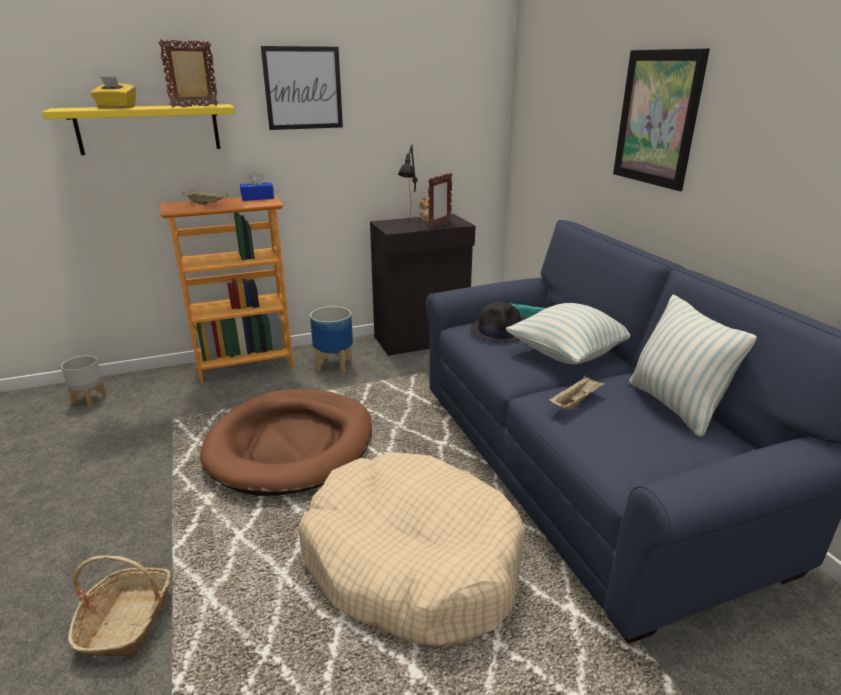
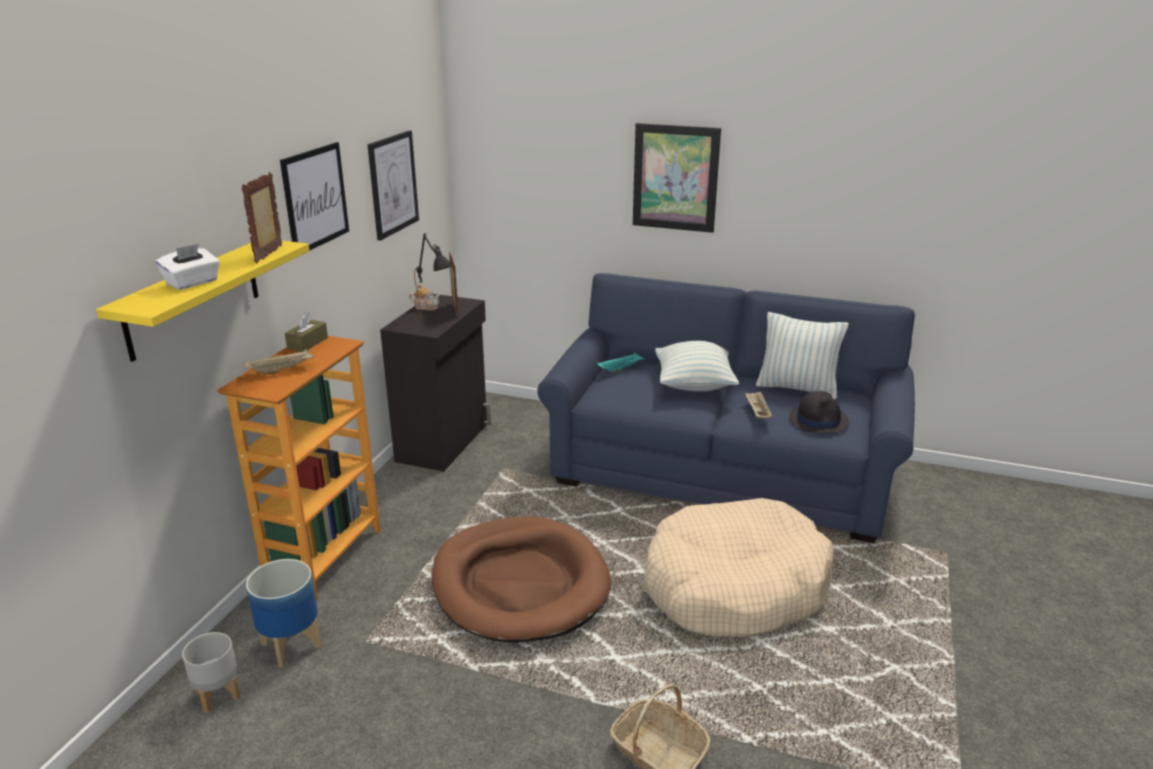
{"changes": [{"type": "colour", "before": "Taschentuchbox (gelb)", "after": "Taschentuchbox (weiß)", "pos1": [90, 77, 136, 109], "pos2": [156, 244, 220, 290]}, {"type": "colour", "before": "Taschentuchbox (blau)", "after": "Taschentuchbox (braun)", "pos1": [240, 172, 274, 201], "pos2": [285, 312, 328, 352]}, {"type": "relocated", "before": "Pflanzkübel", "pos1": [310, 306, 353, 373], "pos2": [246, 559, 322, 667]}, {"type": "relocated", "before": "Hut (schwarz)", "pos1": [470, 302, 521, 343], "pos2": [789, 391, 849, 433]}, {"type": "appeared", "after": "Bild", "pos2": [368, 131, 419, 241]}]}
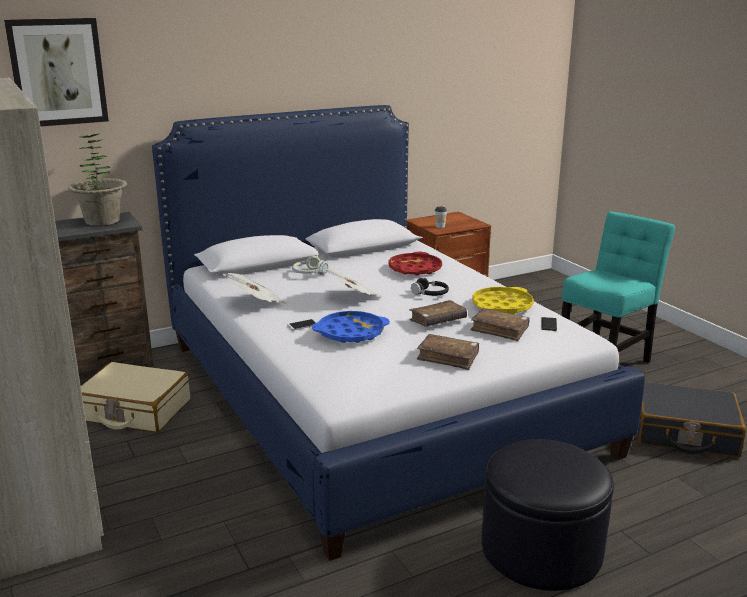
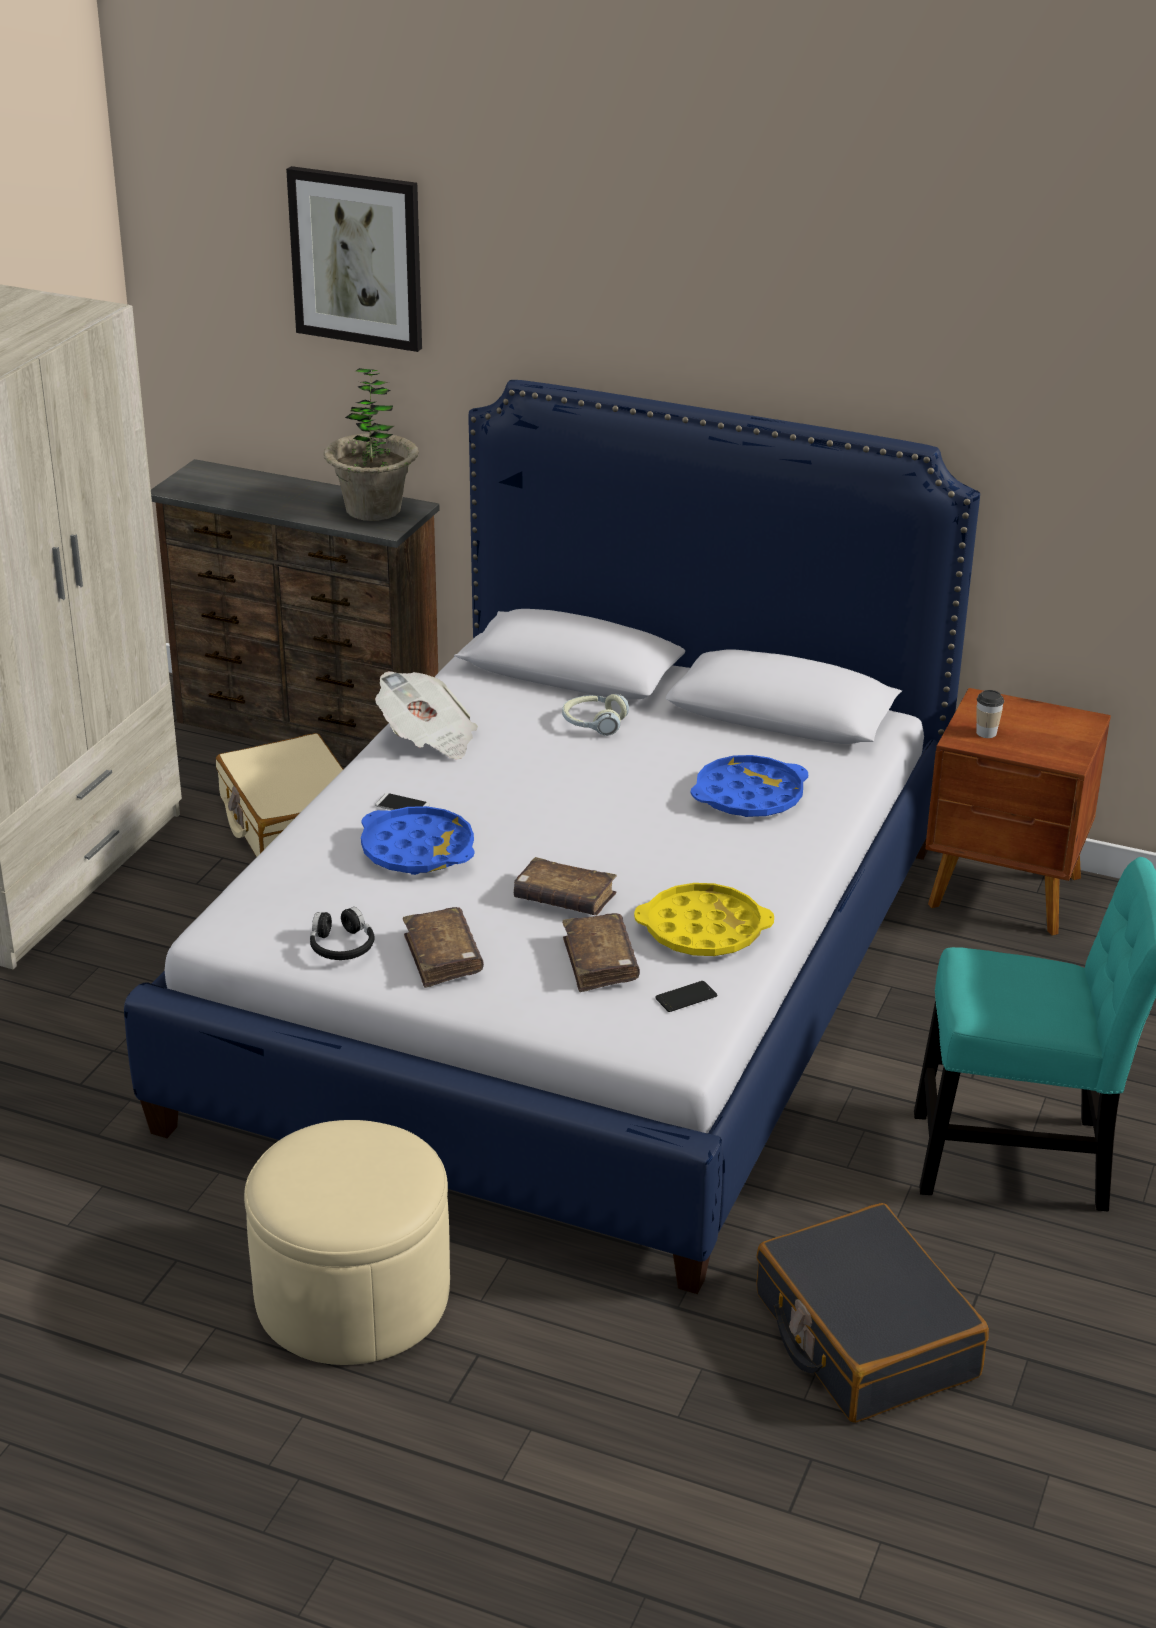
{"changes": [{"type": "missing", "before": "Zeitung", "pos1": [322, 269, 381, 296]}, {"type": "colour", "before": "Tablett (rot)", "after": "Tablett (blau)", "pos1": [388, 252, 442, 276], "pos2": [691, 755, 808, 817]}, {"type": "relocated", "before": "Kopfhörer (schwarz)", "pos1": [411, 277, 449, 296], "pos2": [310, 907, 374, 960]}, {"type": "colour", "before": "Polsterhocker (schwarz)", "after": "Polsterhocker (beige)", "pos1": [482, 439, 614, 591], "pos2": [244, 1120, 450, 1365]}]}
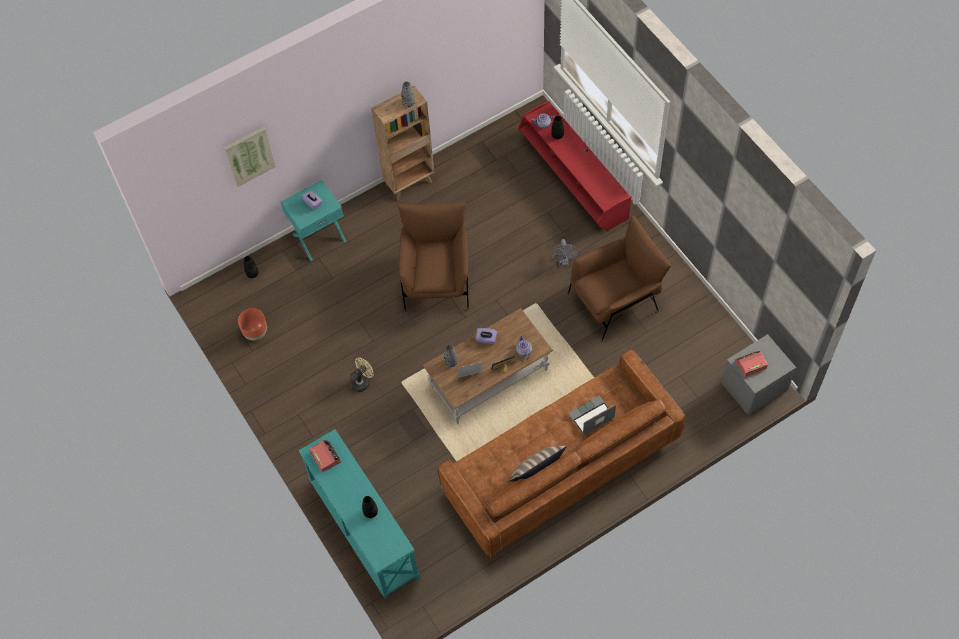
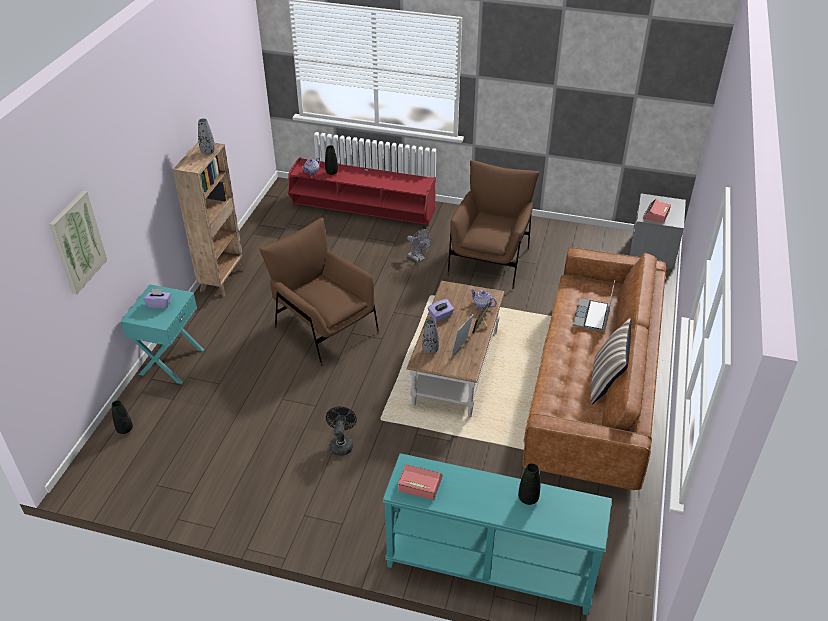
{"changes": [{"type": "missing", "before": "Pflanzkübel (braun)", "pos1": [238, 308, 267, 341]}, {"type": "colour", "before": "Ventilator (beige)", "after": "Ventilator (schwarz)", "pos1": [350, 357, 374, 392], "pos2": [326, 407, 357, 456]}]}
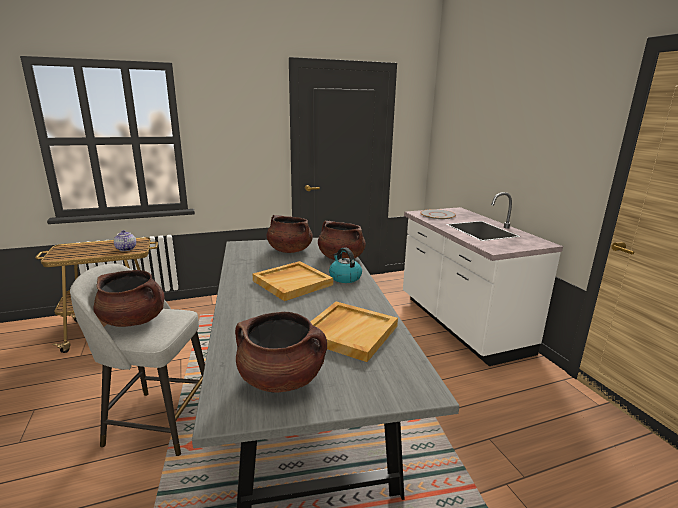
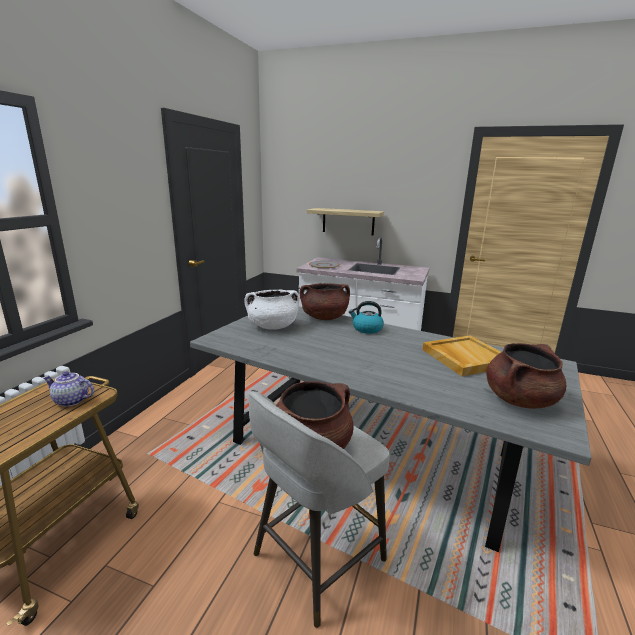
{"changes": [{"type": "missing", "before": "Tablett (beige)", "pos1": [253, 261, 333, 301]}, {"type": "colour", "before": "Kochtopf (braun)", "after": "Kochtopf (weiß)", "pos1": [266, 215, 313, 253], "pos2": [244, 290, 299, 330]}, {"type": "appeared", "after": "Wandregal", "pos2": [307, 208, 384, 235]}]}
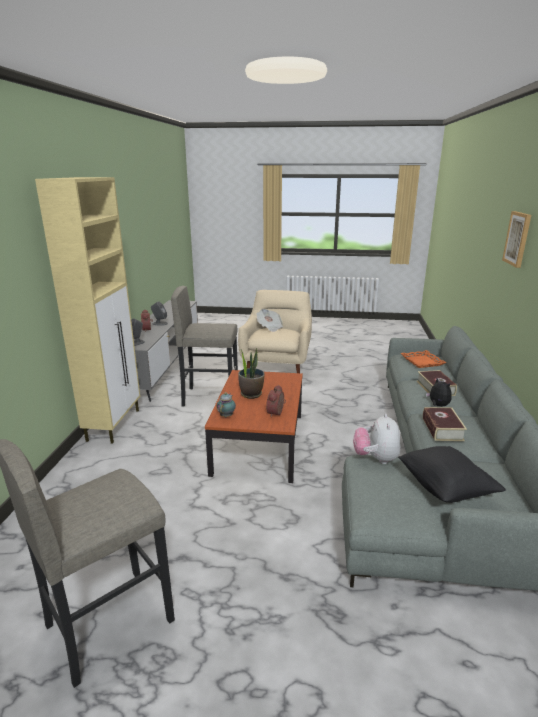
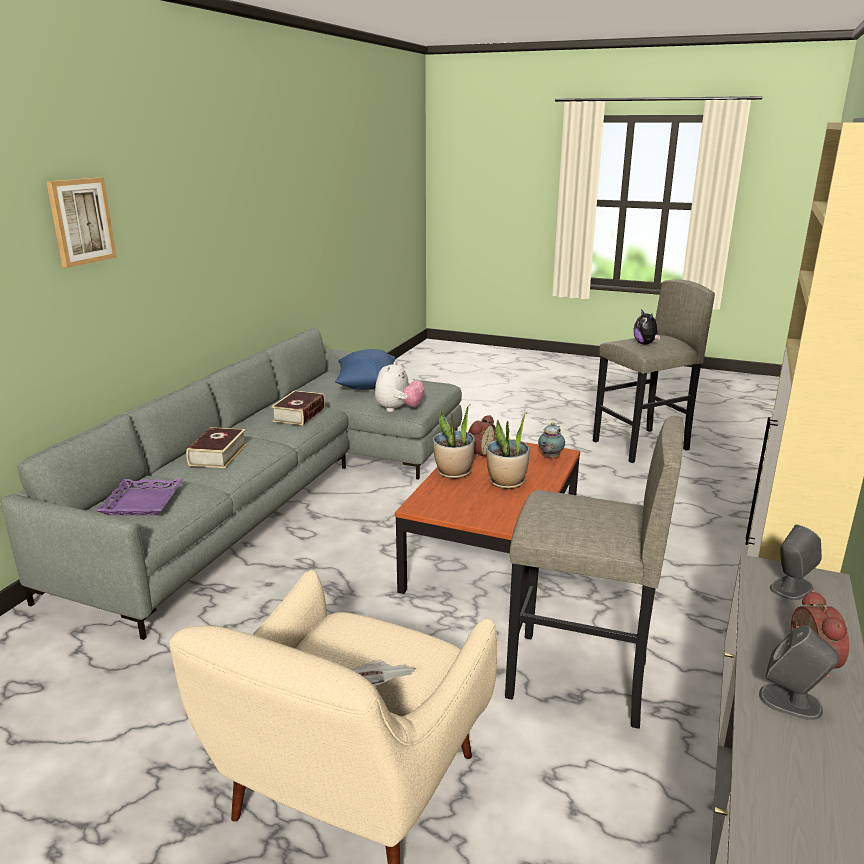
{"changes": [{"type": "colour", "before": "Kissen (schwarz)", "after": "Kissen (blau)", "pos1": [398, 446, 506, 503], "pos2": [335, 349, 395, 390]}, {"type": "colour", "before": "Tablett (orange)", "after": "Tablett (lila)", "pos1": [401, 350, 446, 368], "pos2": [96, 479, 183, 515]}, {"type": "relocated", "before": "Plüschtier", "pos1": [426, 378, 452, 407], "pos2": [633, 310, 661, 345]}, {"type": "appeared", "after": "Topfpflanze", "pos2": [433, 404, 475, 479]}]}
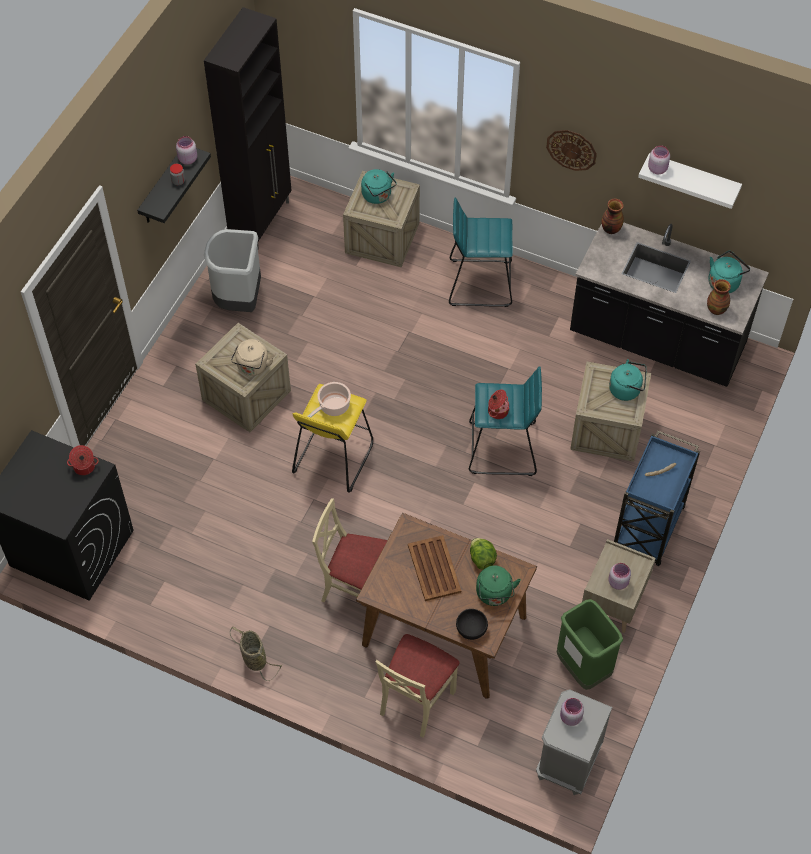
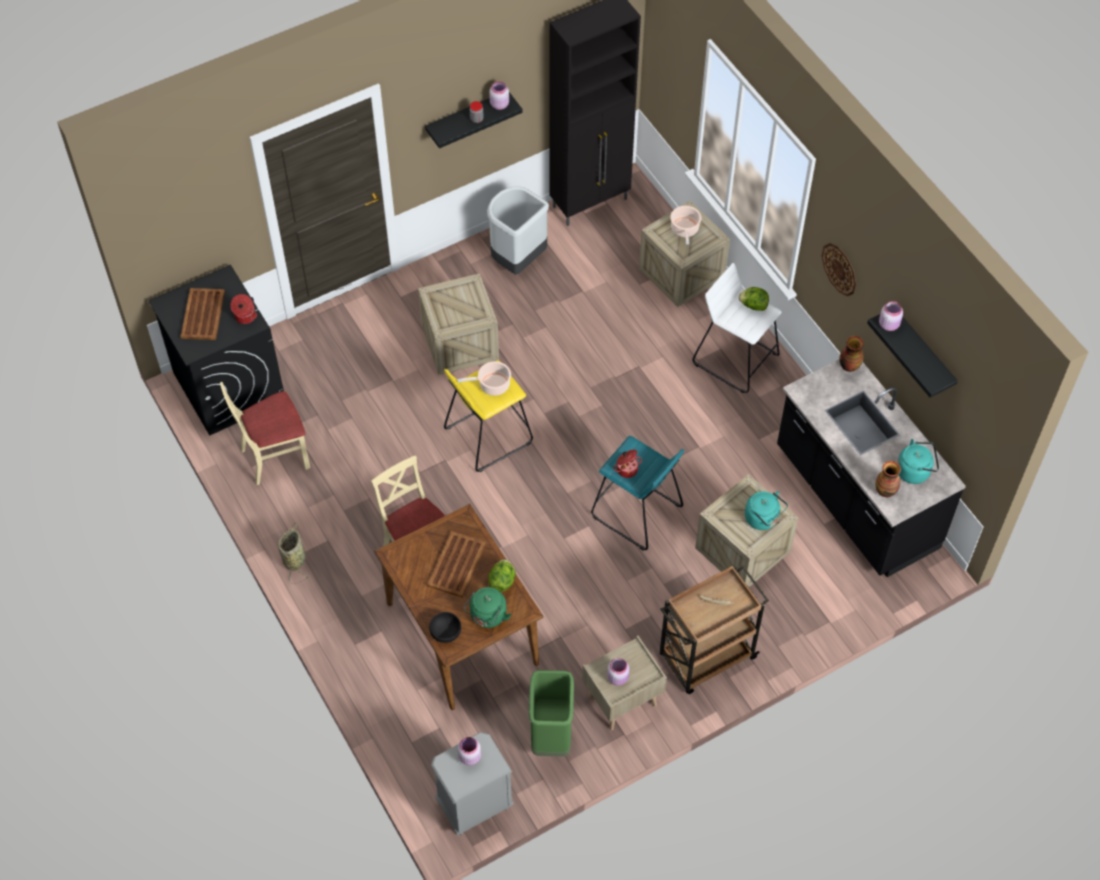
{"changes": [{"type": "missing", "before": "Wasserkessel (beige)", "pos1": [231, 339, 274, 376]}, {"type": "exchanged", "before": "Wasserkessel (türkis)", "after": "Kochtopf", "pos1": [361, 169, 397, 204], "pos2": [670, 206, 701, 245]}, {"type": "relocated", "before": "Stuhl (beige)", "pos1": [375, 634, 460, 738], "pos2": [220, 382, 310, 485]}, {"type": "colour", "before": "Hocker (türkis)", "after": "Hocker (weiß)", "pos1": [449, 198, 513, 307], "pos2": [692, 263, 782, 393]}, {"type": "colour", "before": "Rollwagen (blau)", "after": "Rollwagen (braun)", "pos1": [614, 431, 700, 566], "pos2": [660, 564, 769, 694]}, {"type": "colour", "before": "Wandregal (weiß)", "after": "Wandregal (schwarz)", "pos1": [638, 153, 742, 209], "pos2": [867, 314, 958, 398]}, {"type": "appeared", "after": "Tablett (braun)", "pos2": [181, 288, 225, 340]}, {"type": "appeared", "after": "Salatkopf", "pos2": [738, 287, 769, 311]}]}
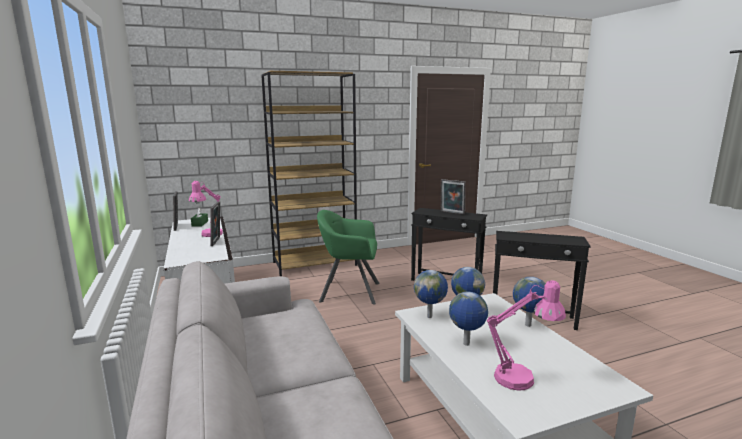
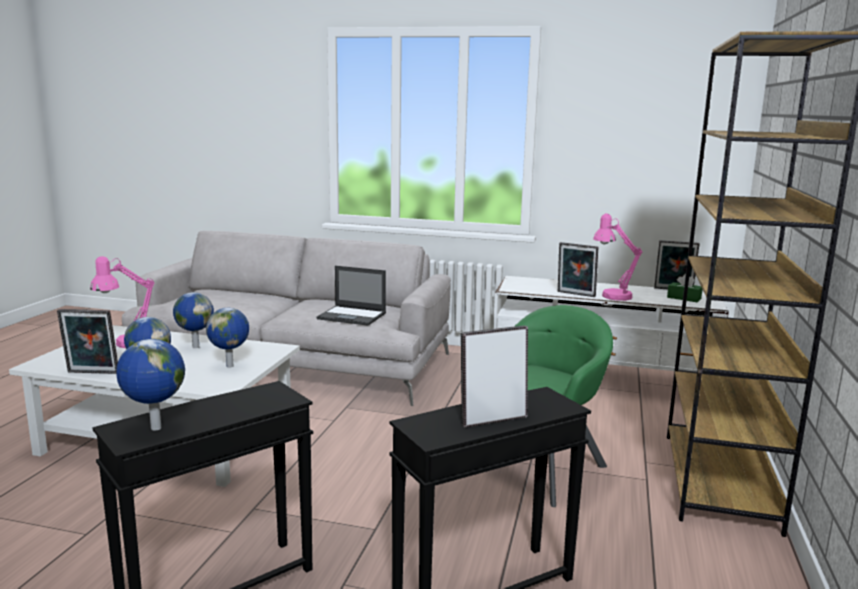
{"changes": [{"type": "relocated", "before": "Globus", "pos1": [414, 270, 448, 318], "pos2": [116, 339, 185, 431]}, {"type": "appeared", "after": "Bilderrahmen", "pos2": [57, 309, 118, 374]}, {"type": "appeared", "after": "Laptop", "pos2": [317, 266, 386, 326]}]}
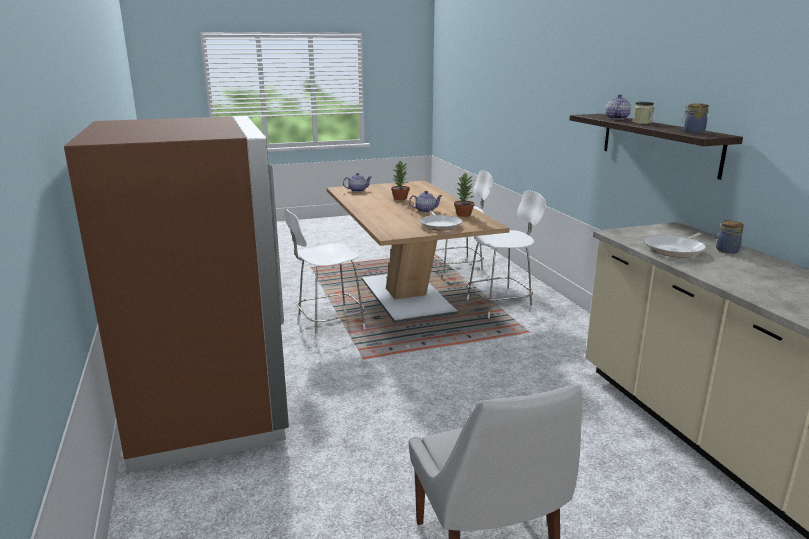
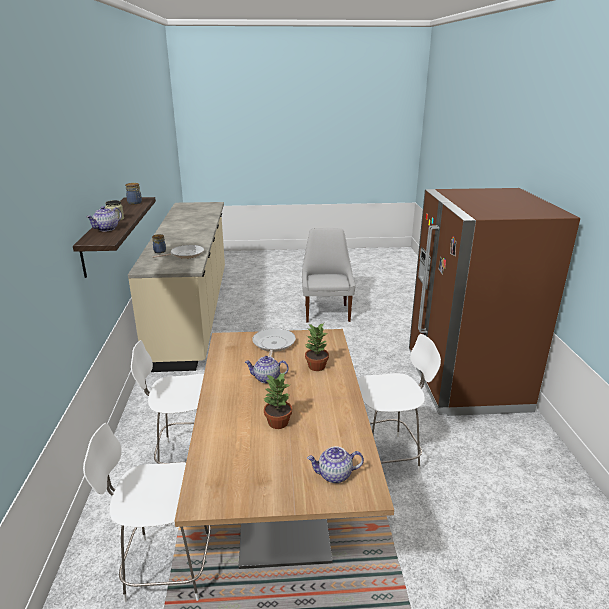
{"changes": [{"type": "relocated", "before": "Topfpflanze", "pos1": [454, 173, 474, 217], "pos2": [305, 323, 329, 371]}]}
